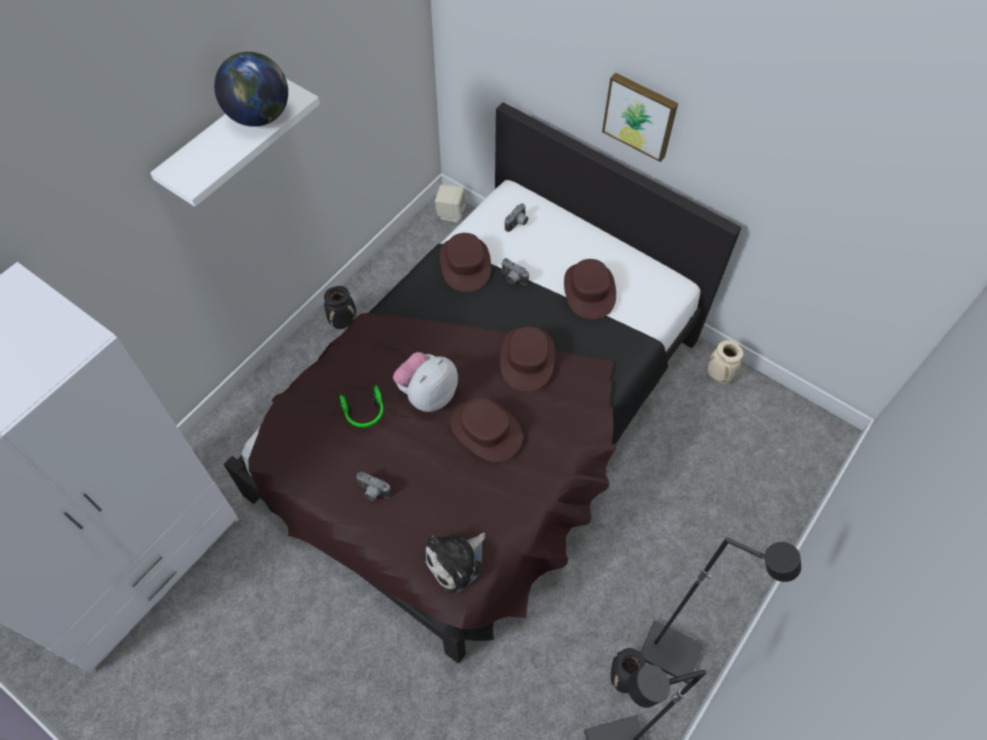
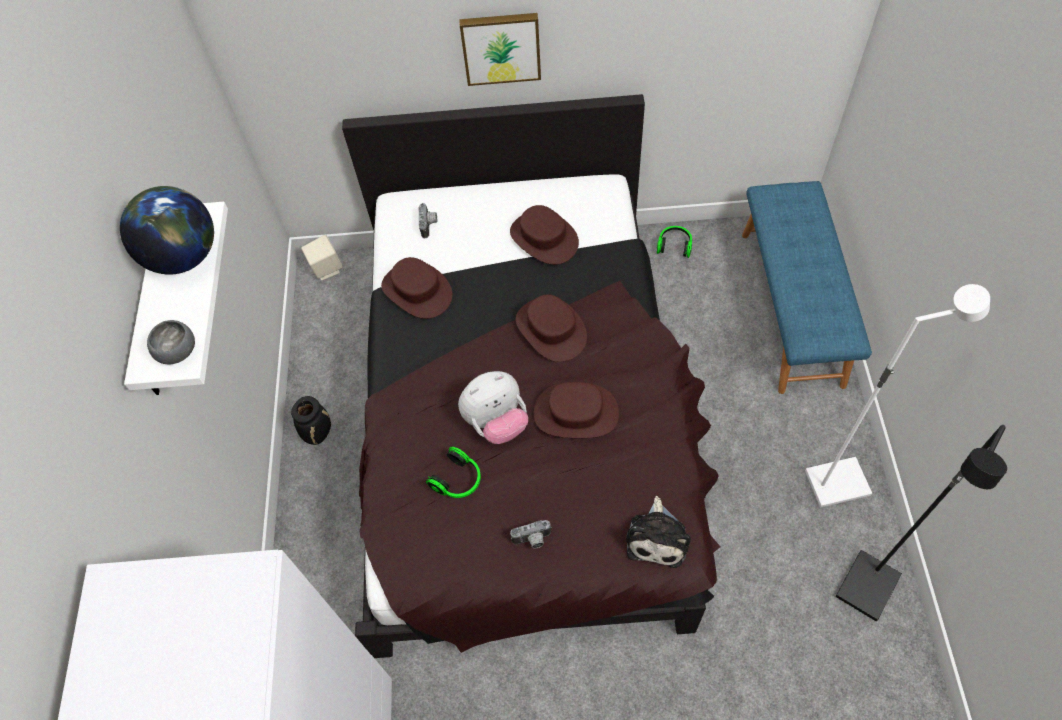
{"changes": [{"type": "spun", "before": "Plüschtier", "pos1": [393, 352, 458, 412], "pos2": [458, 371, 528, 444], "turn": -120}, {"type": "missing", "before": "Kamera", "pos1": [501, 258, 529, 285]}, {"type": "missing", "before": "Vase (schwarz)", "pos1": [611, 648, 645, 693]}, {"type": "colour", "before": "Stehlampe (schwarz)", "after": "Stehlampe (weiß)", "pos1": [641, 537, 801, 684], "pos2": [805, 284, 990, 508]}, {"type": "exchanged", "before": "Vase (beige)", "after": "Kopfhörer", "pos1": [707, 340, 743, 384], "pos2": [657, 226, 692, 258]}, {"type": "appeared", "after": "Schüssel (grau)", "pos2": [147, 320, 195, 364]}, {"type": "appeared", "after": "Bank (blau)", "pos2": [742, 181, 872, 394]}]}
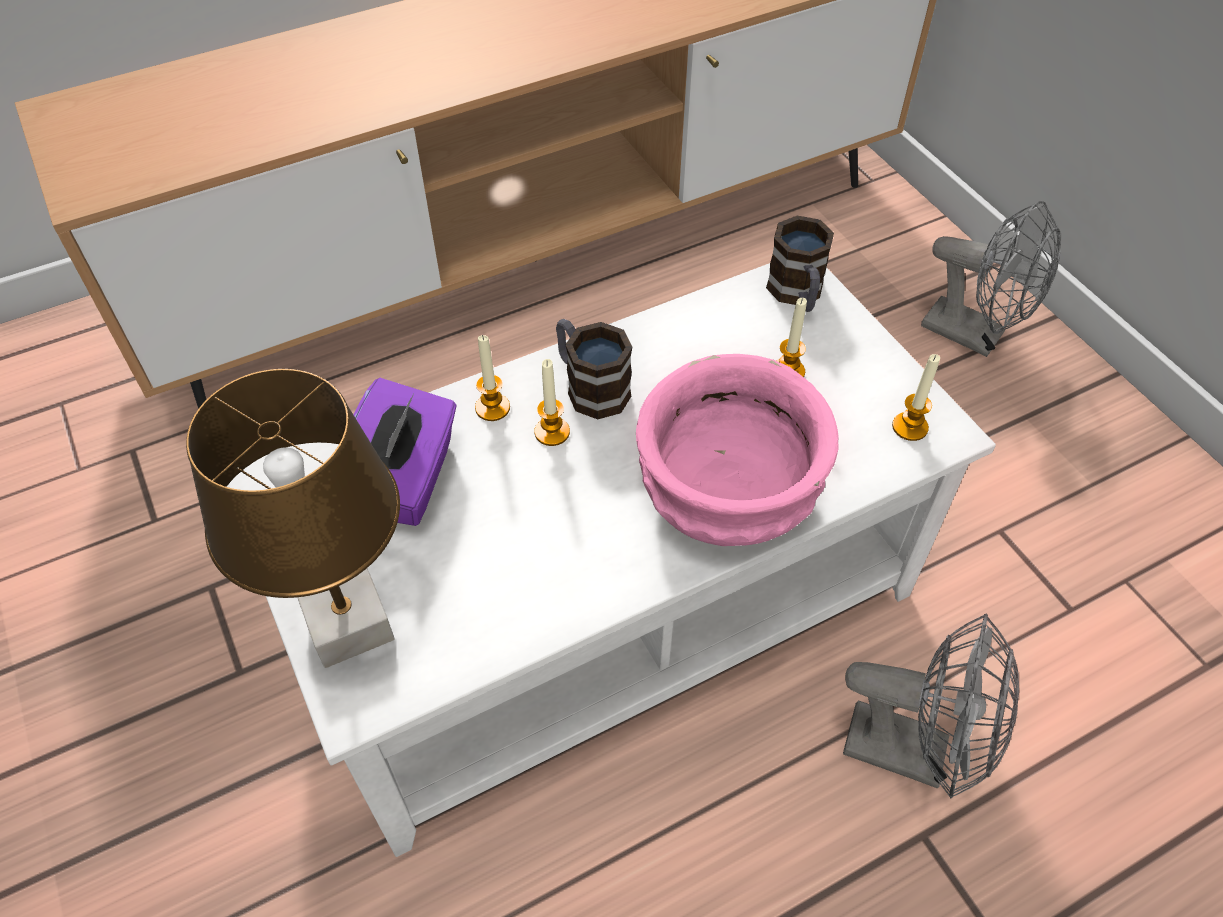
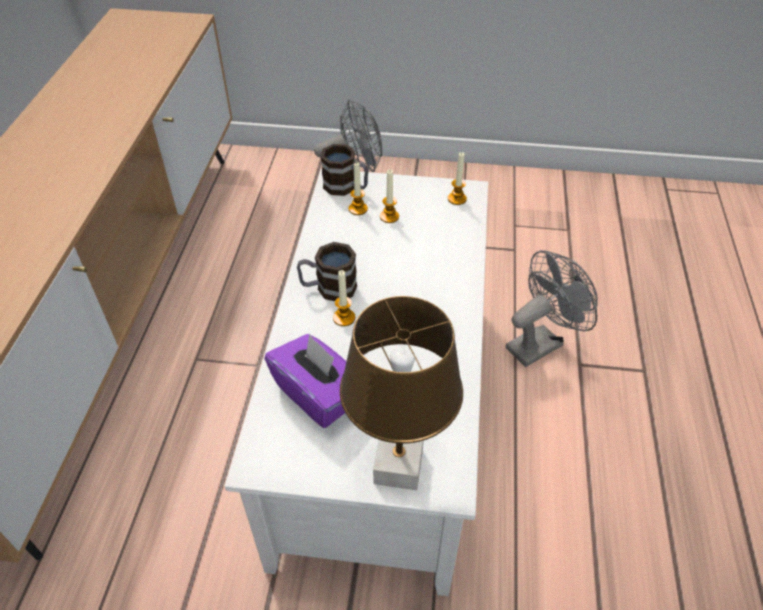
{"changes": [{"type": "relocated", "before": "Kerze", "pos1": [475, 335, 510, 421], "pos2": [348, 162, 368, 215]}, {"type": "missing", "before": "Schüssel (rosa)", "pos1": [636, 354, 839, 546]}]}
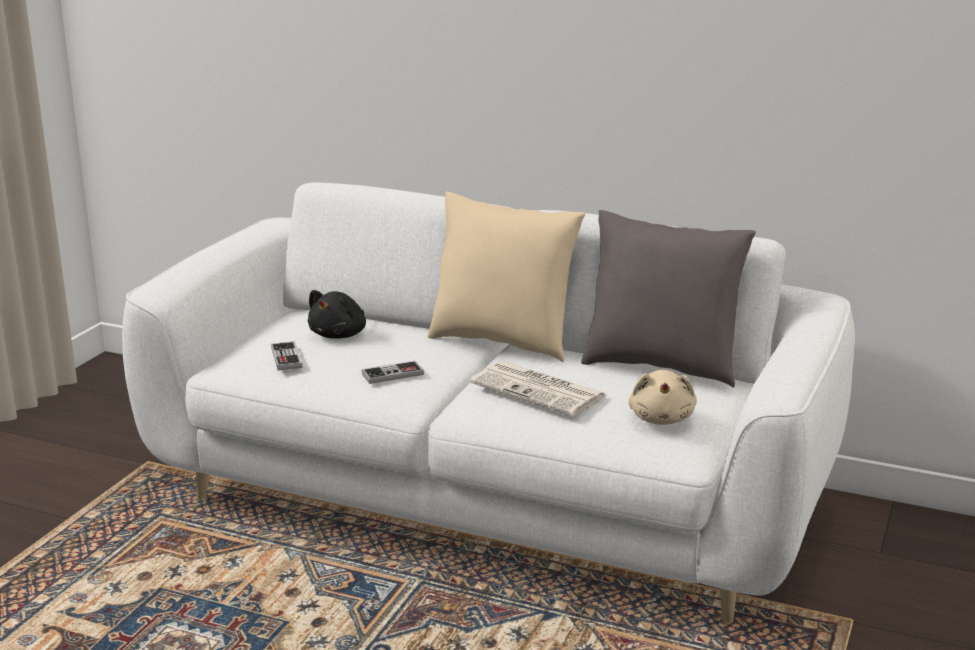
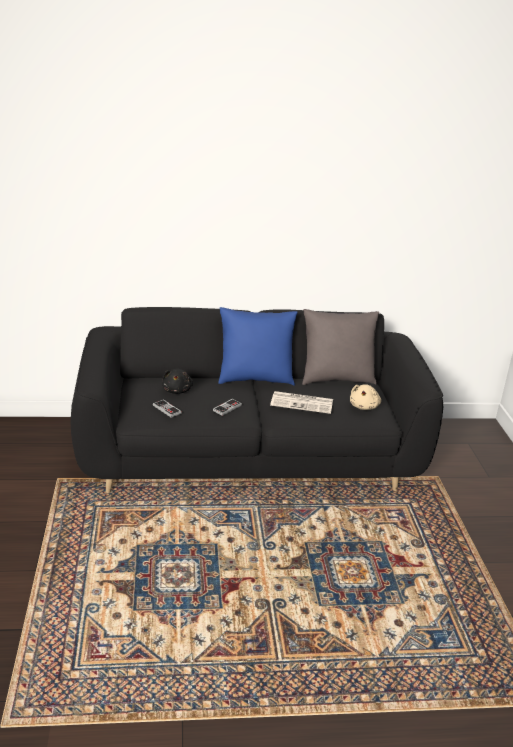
{"changes": [{"type": "colour", "before": "Sofa (weiß)", "after": "Sofa (schwarz)", "pos1": [122, 183, 855, 623], "pos2": [70, 307, 443, 493]}, {"type": "colour", "before": "Kissen (beige)", "after": "Kissen (blau)", "pos1": [428, 192, 585, 362], "pos2": [218, 307, 298, 386]}, {"type": "spun", "before": "Plüschtier (beige)", "pos1": [628, 370, 697, 425], "pos2": [350, 384, 381, 410], "turn": 45}]}
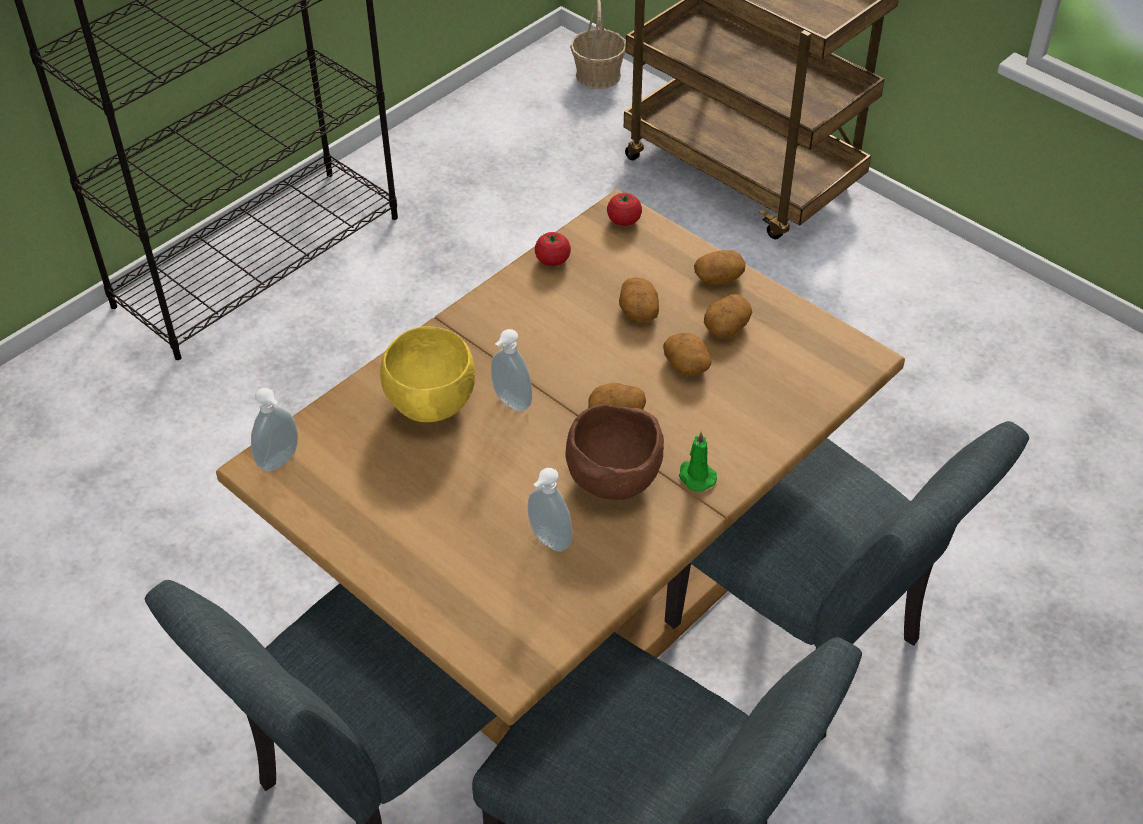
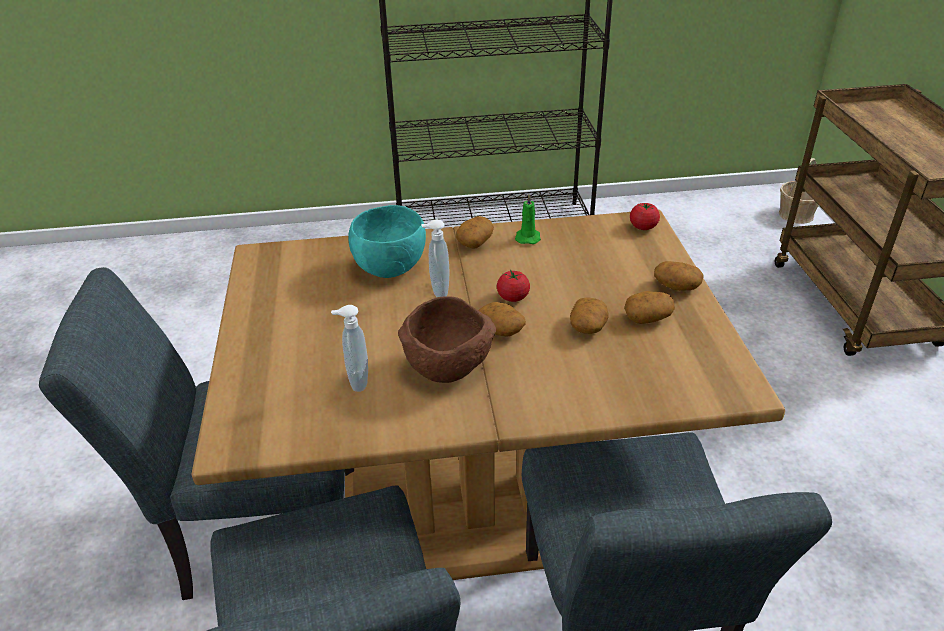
{"changes": [{"type": "missing", "before": "Seifenspender", "pos1": [251, 388, 298, 472]}, {"type": "colour", "before": "Schüssel (gelb)", "after": "Schüssel (türkis)", "pos1": [380, 326, 475, 422], "pos2": [348, 205, 426, 278]}, {"type": "relocated", "before": "Tomate", "pos1": [535, 232, 571, 266], "pos2": [497, 269, 530, 302]}, {"type": "relocated", "before": "Kartoffel", "pos1": [619, 278, 659, 322], "pos2": [456, 216, 494, 249]}, {"type": "relocated", "before": "Kerze (grün)", "pos1": [679, 432, 717, 492], "pos2": [515, 194, 541, 244]}]}
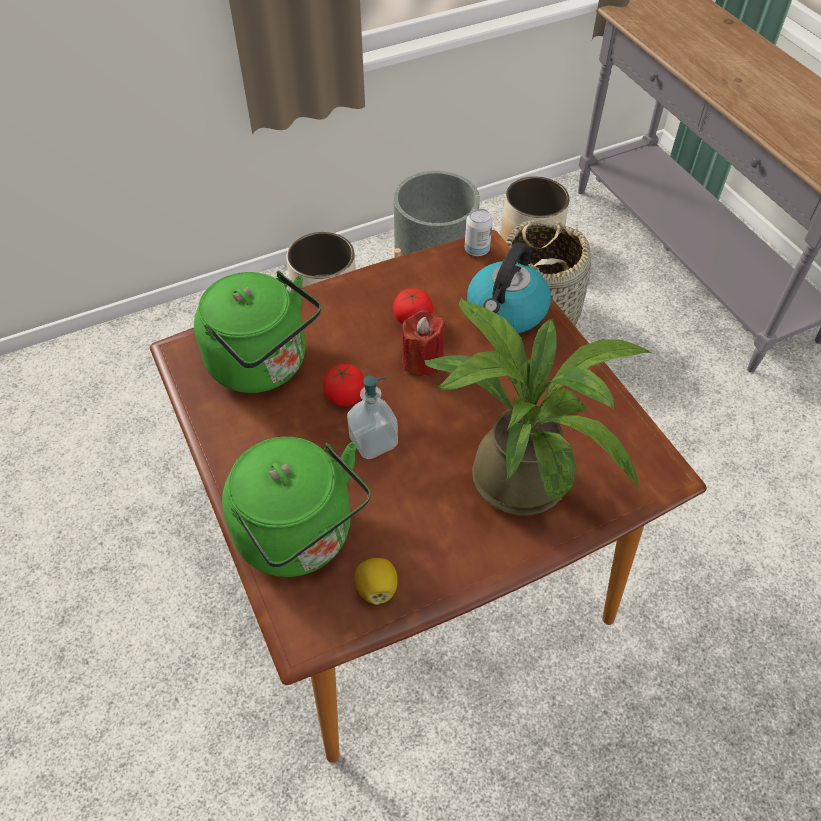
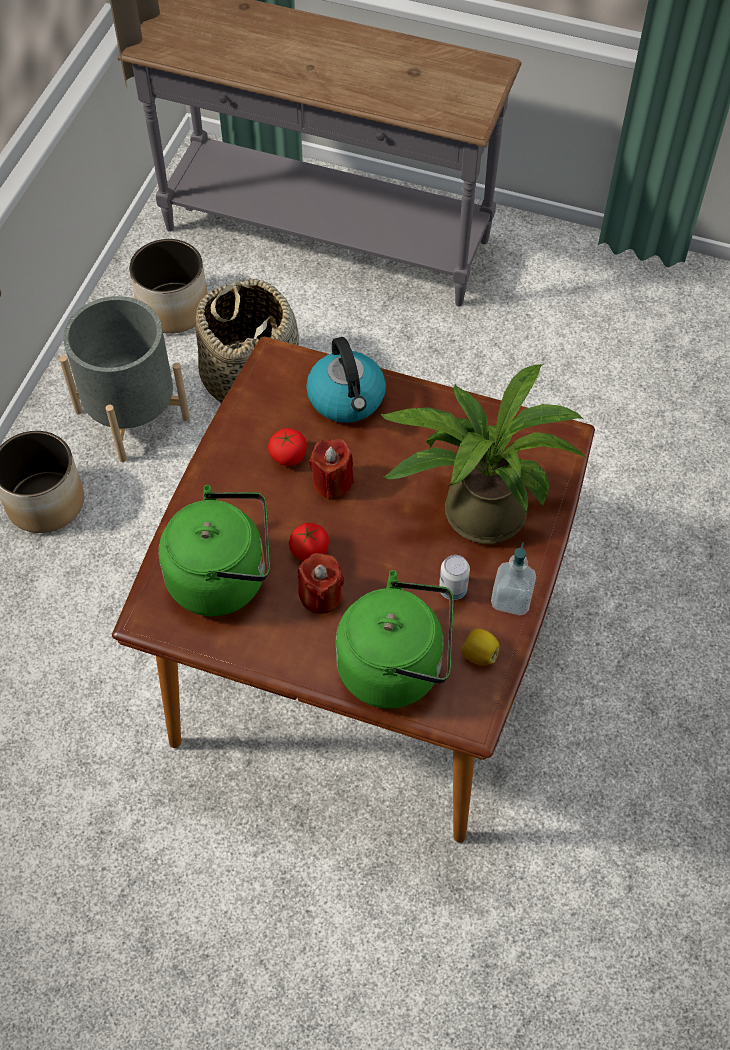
{"changes": [{"type": "relocated", "before": "Seifenspender", "pos1": [347, 376, 398, 459], "pos2": [491, 542, 536, 615]}, {"type": "relocated", "before": "Dose", "pos1": [465, 208, 493, 256], "pos2": [439, 555, 470, 600]}, {"type": "appeared", "after": "Kerze (rot)", "pos2": [298, 553, 344, 614]}]}
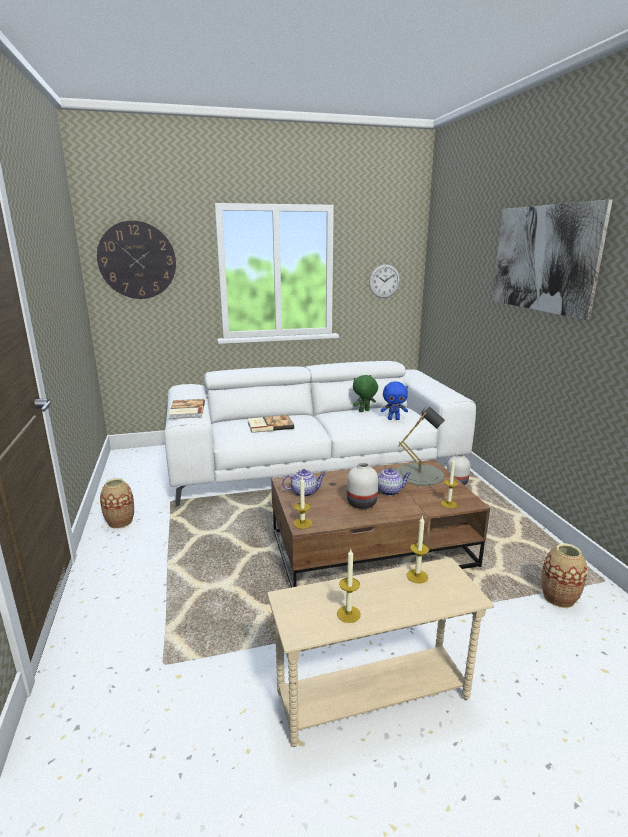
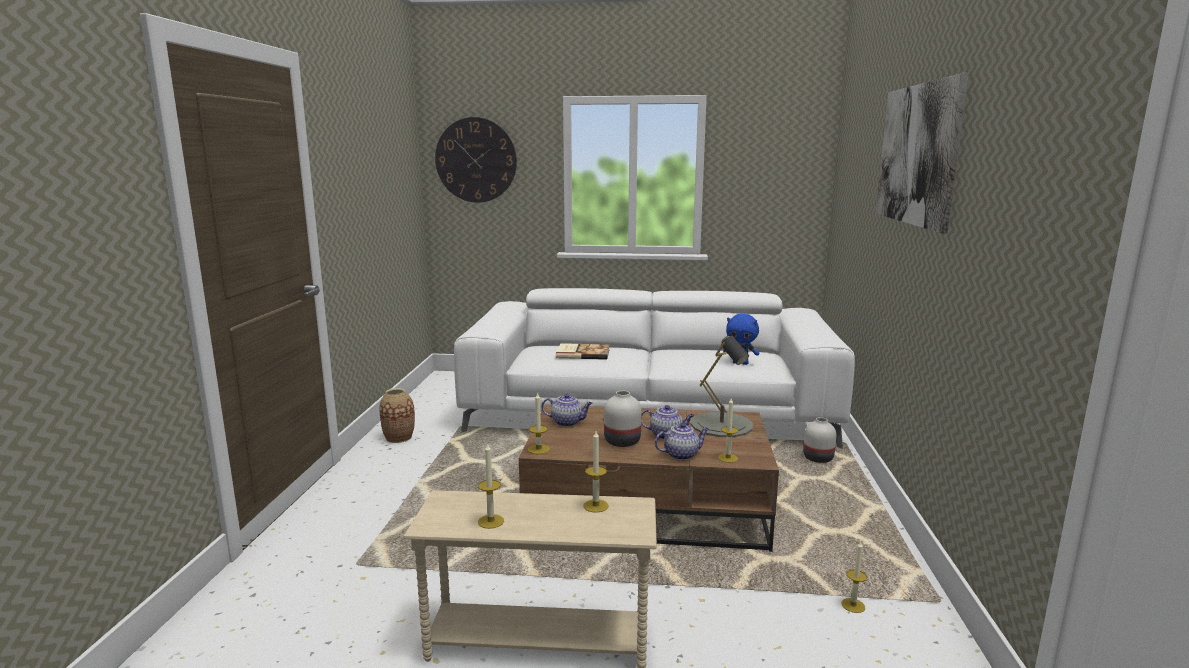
{"changes": [{"type": "missing", "before": "Buch", "pos1": [169, 399, 205, 419]}, {"type": "missing", "before": "Plüschtier (grün)", "pos1": [353, 375, 378, 412]}, {"type": "missing", "before": "Wanduhr", "pos1": [369, 264, 400, 298]}, {"type": "exchanged", "before": "Vase", "after": "Kerze", "pos1": [541, 543, 587, 608], "pos2": [841, 541, 867, 613]}, {"type": "appeared", "after": "Teekanne", "pos2": [655, 423, 709, 460]}]}
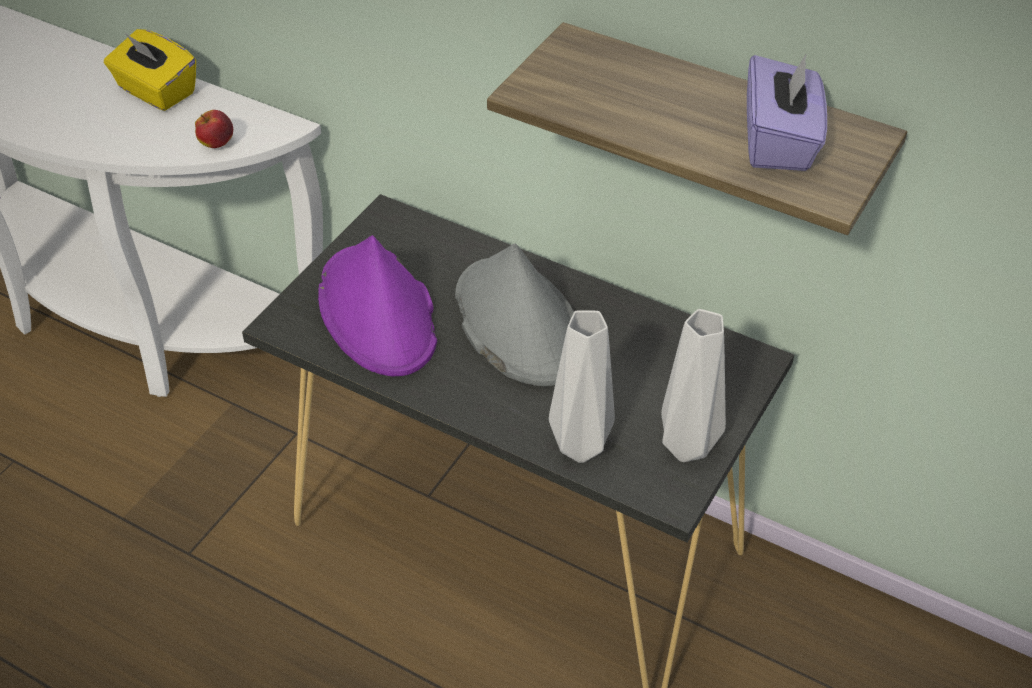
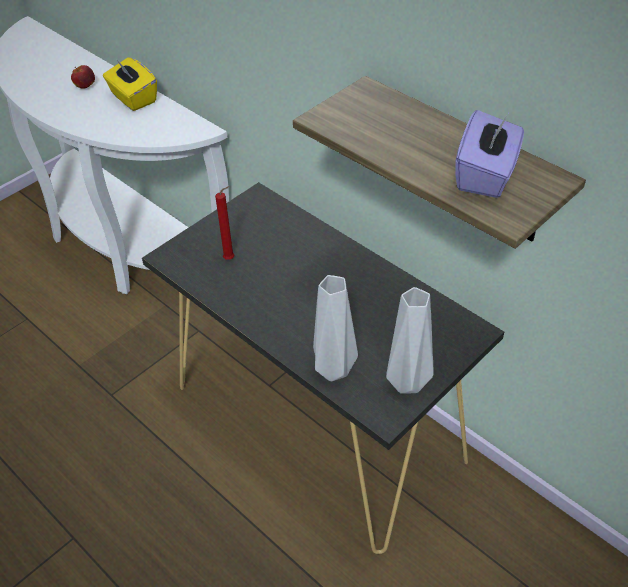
{"changes": [{"type": "relocated", "before": "Apfel", "pos1": [195, 110, 233, 148], "pos2": [71, 65, 95, 89]}, {"type": "exchanged", "before": "Hut (lila)", "after": "Kerze (rot)", "pos1": [318, 235, 437, 376], "pos2": [215, 186, 234, 260]}, {"type": "missing", "before": "Hut (grau)", "pos1": [455, 243, 574, 386]}]}
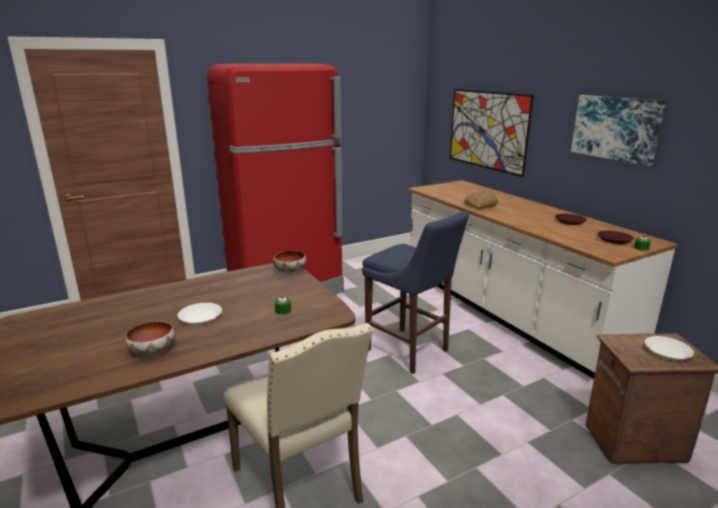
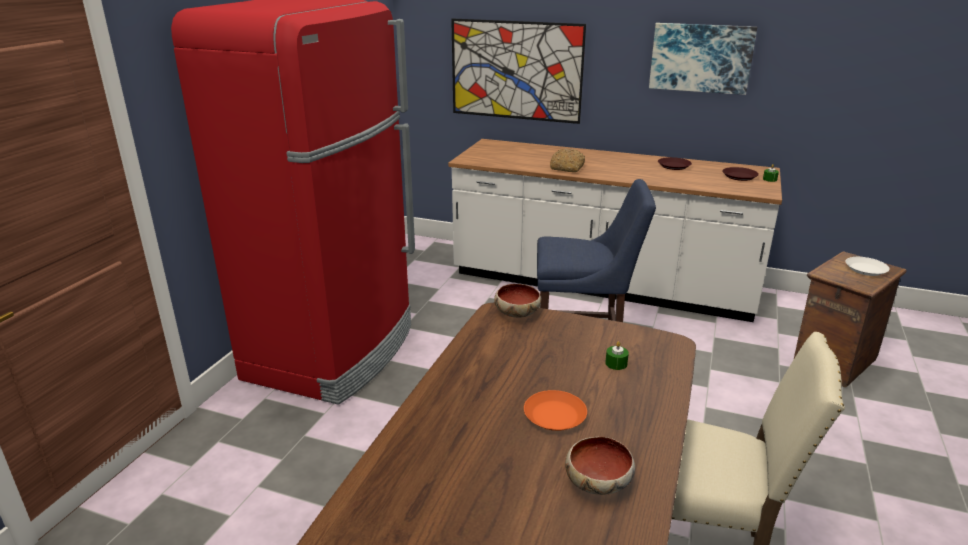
{"changes": [{"type": "colour", "before": "Teller (weiß)", "after": "Teller (orange)", "pos1": [178, 303, 222, 325], "pos2": [524, 390, 587, 431]}]}
